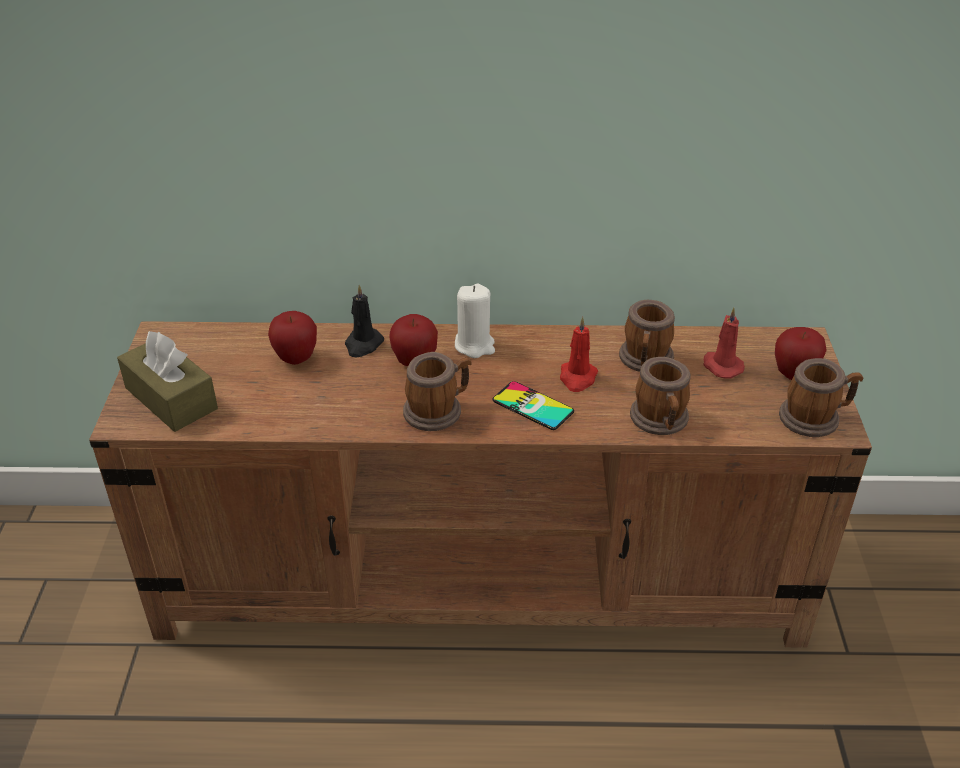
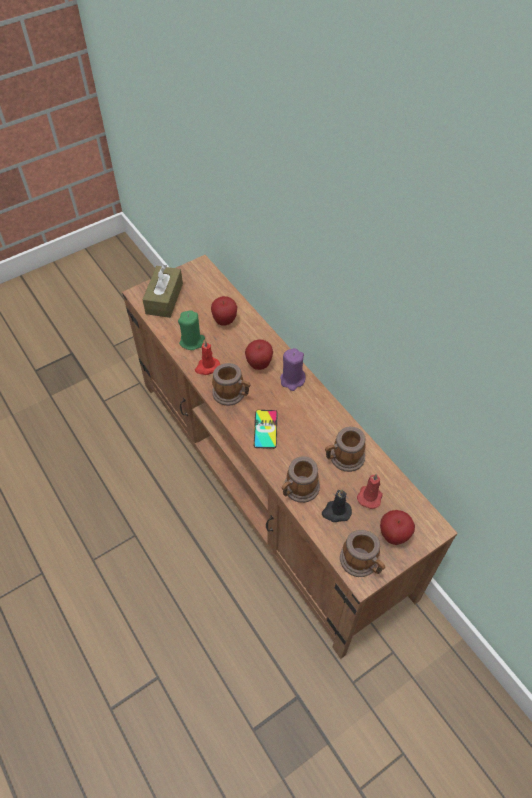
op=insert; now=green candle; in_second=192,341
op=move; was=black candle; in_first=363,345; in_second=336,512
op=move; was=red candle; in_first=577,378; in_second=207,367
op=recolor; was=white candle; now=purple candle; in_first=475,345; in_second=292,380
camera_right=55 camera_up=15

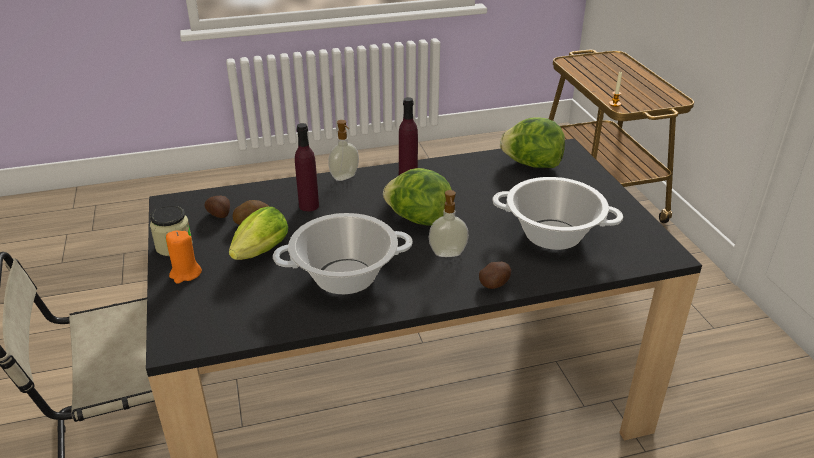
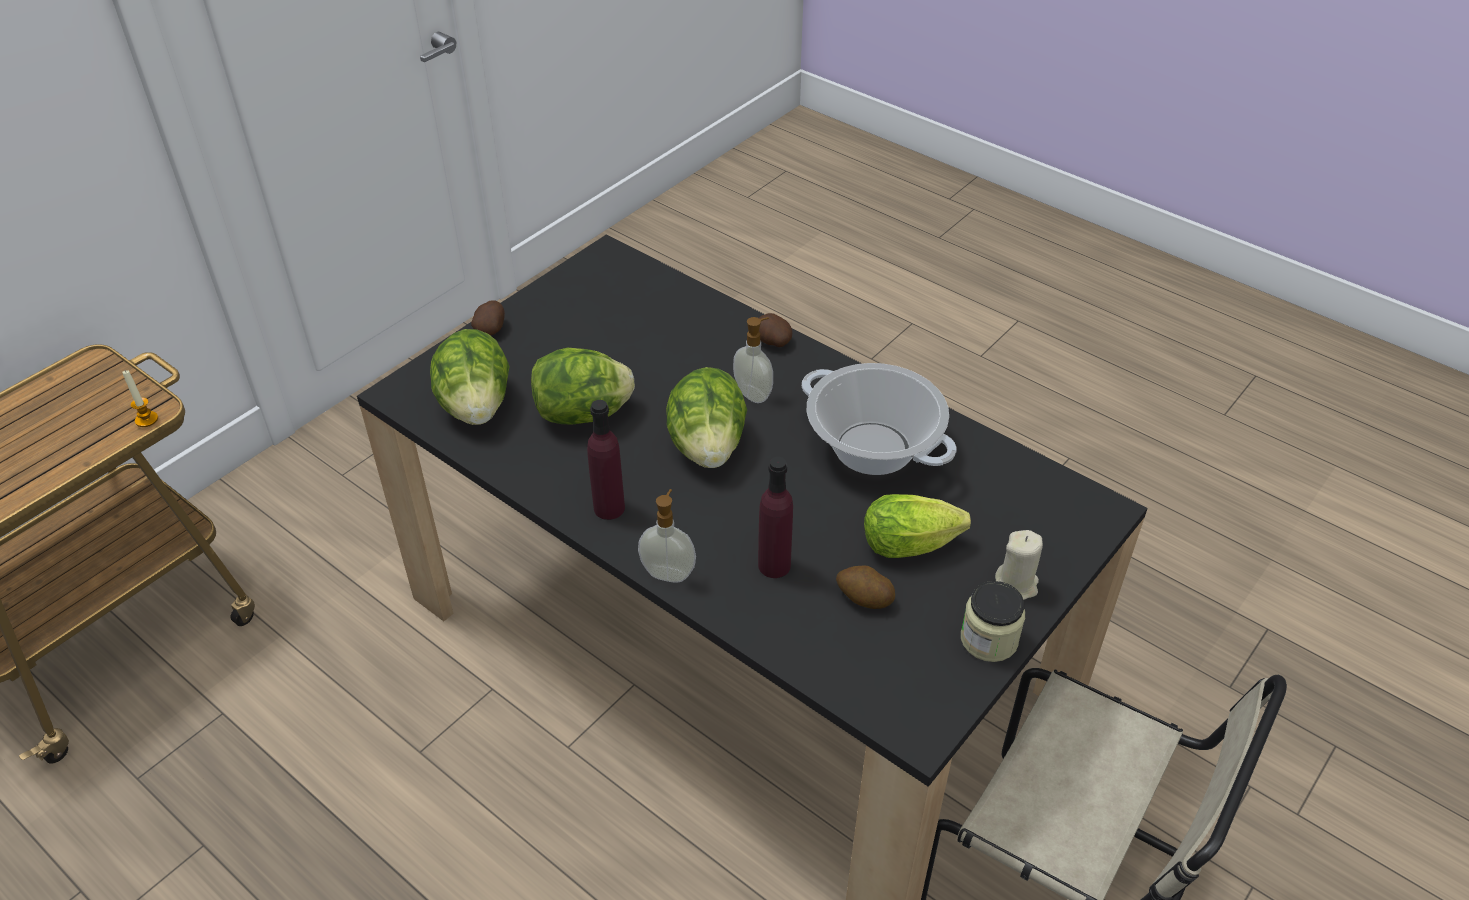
op=delete; was=cooking pot; in_first=552,235
op=insert; now=lettuce; in_second=584,414
op=move; was=potato; in_first=219,215; in_second=491,329
op=recolor; was=orange candle; now=beige candle; in_first=185,274; in_second=1016,585
camera_right=-125 camera_up=10

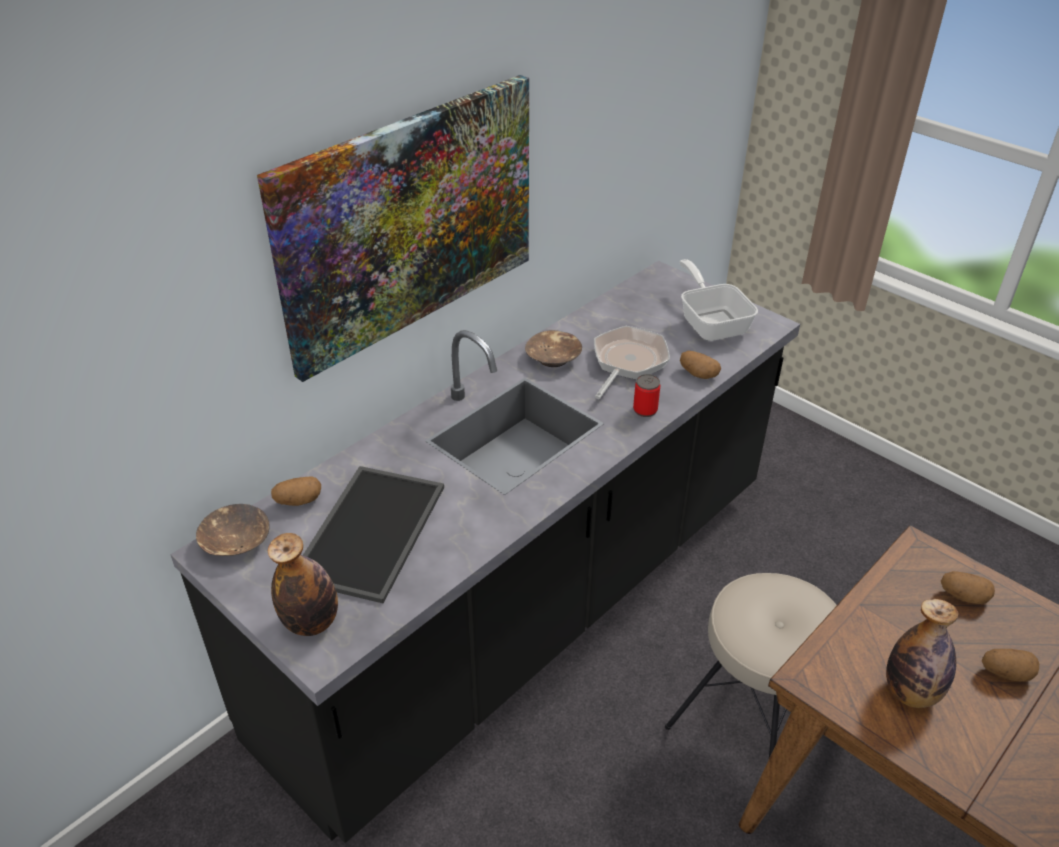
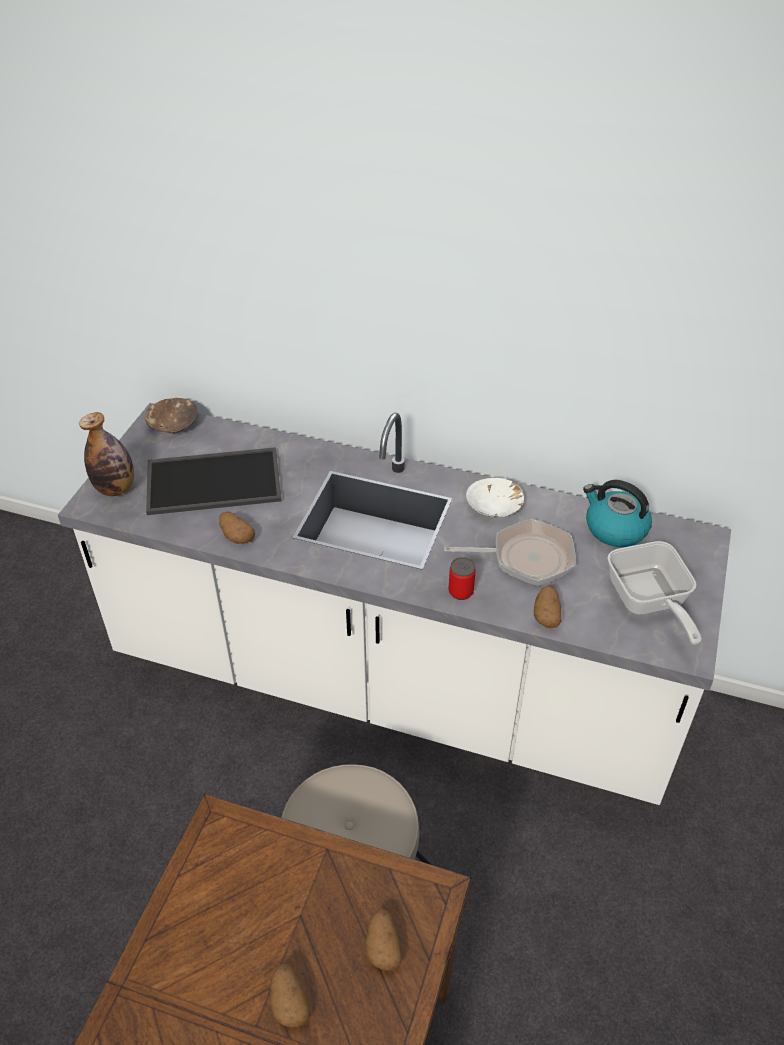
op=delete; was=picture; in_first=409,222
op=delete; was=bottle; in_first=911,692
op=insert; now=kettle; in_second=614,528
op=move; was=potato; in_first=298,501; in_second=236,536
op=recolor; was=black counter; now=white counter; in_first=528,607; in_second=392,681
op=recolor; was=brown bowl; now=white bowl; in_first=554,358; in_second=494,507
op=rotate; was=frying pan; in_first=711,322; in_second=648,602; clockwise=120
camera_right=65 camera_up=5

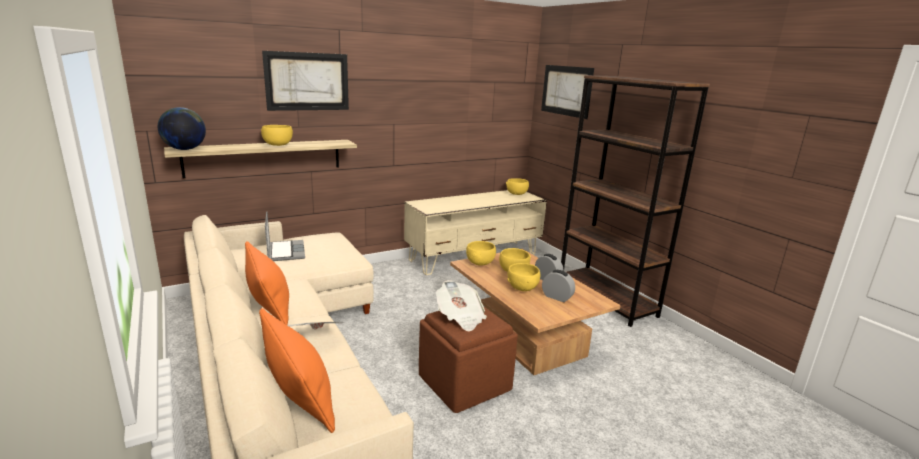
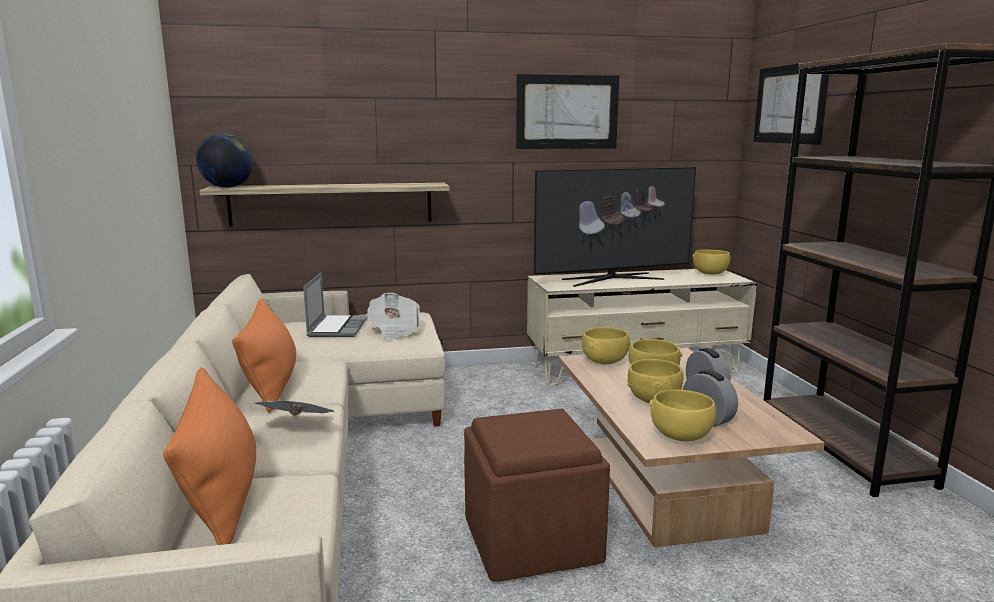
op=insert; now=television; in_second=612,279
op=move; was=yellow bowl; in_first=278,145; in_second=681,436
op=move; was=picture; in_first=307,81; in_second=567,112
op=move; was=newspaper; in_first=460,317; in_second=394,331
camera_right=20 camera_up=-5

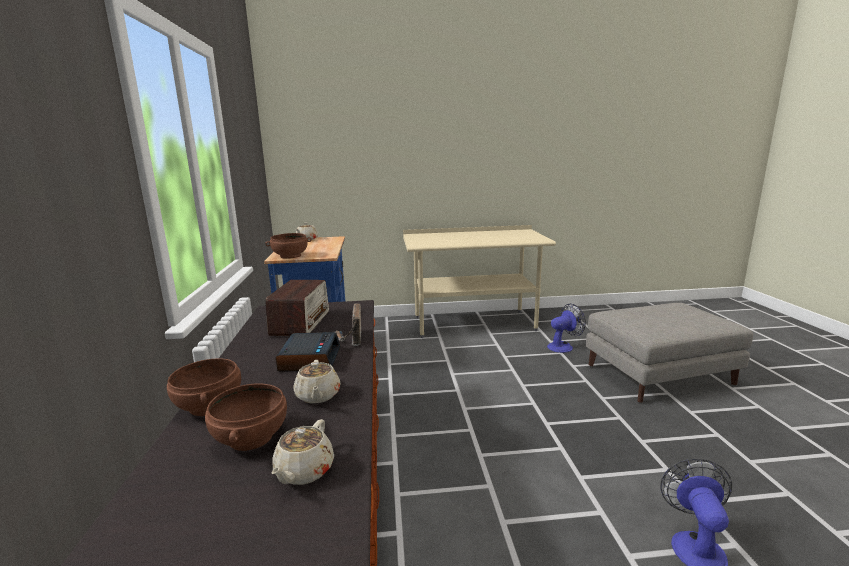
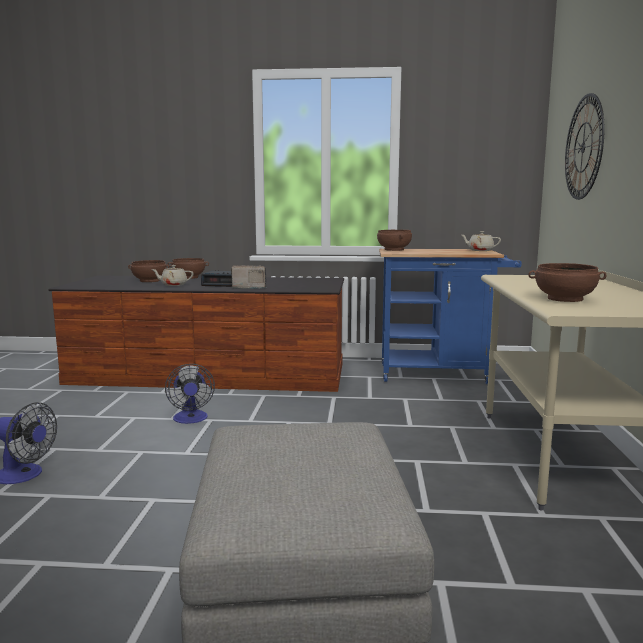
op=delete; was=radio; in_first=301,322
op=delete; was=beige teapot; in_first=303,471
op=insert; now=brown bowl; in_second=564,299
op=insert; now=wall clock; in_second=583,147
op=move; was=fan; in_first=563,346; in_second=191,419
camera_right=100 camera_up=-5

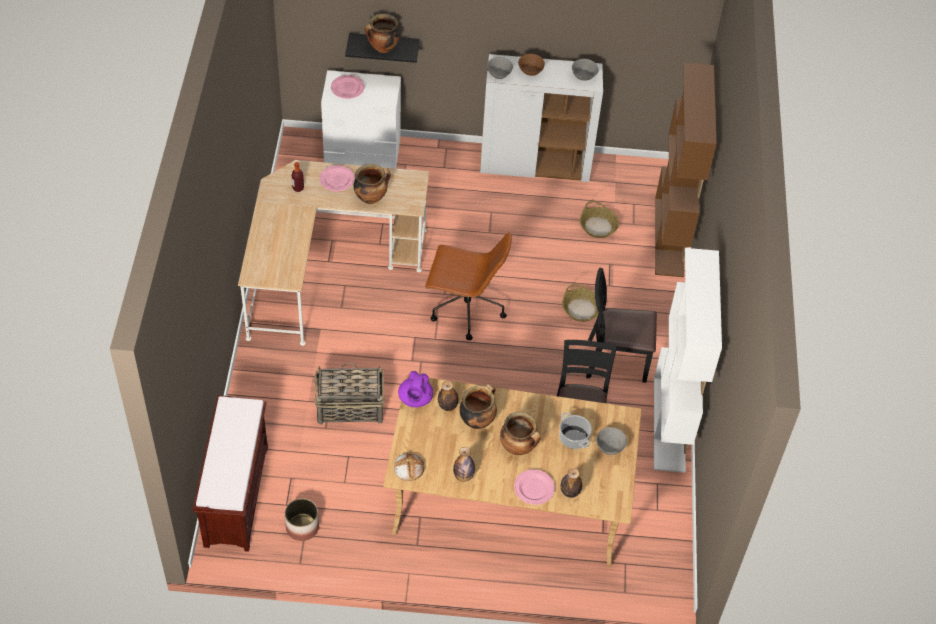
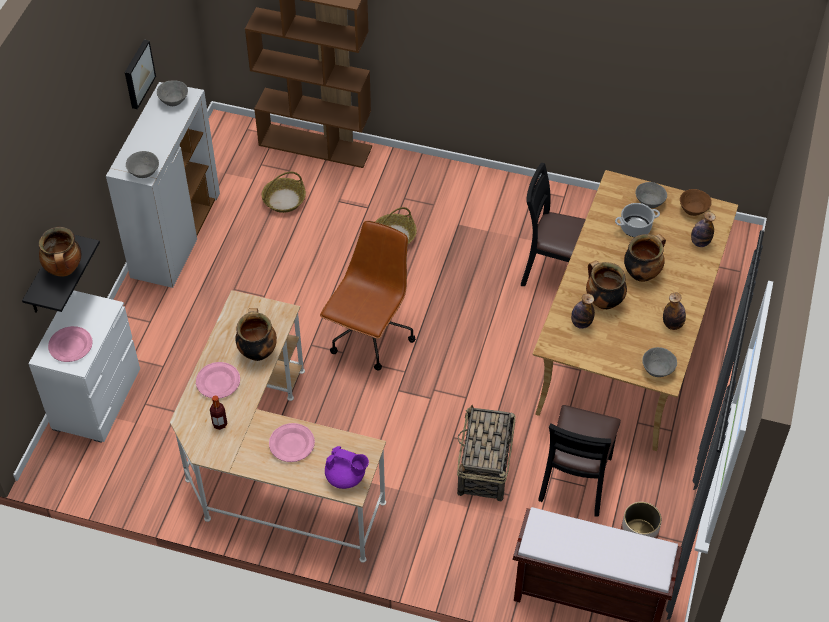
op=delete; was=white bookcase; in_first=670,424
op=insert; now=picture; in_second=138,73
op=move; was=purple teapot; in_first=415,399; in_second=346,477
op=move; was=pink plate; in_first=534,488; in_second=291,444
op=move; was=brown bowl; in_first=530,71; in_second=693,209
op=move; was=black chair; in_first=615,360; in_second=576,480
op=replace; was=bread; now=grey bowl; in_first=408,468; in_second=657,370
camera_right=-75 camera_up=0

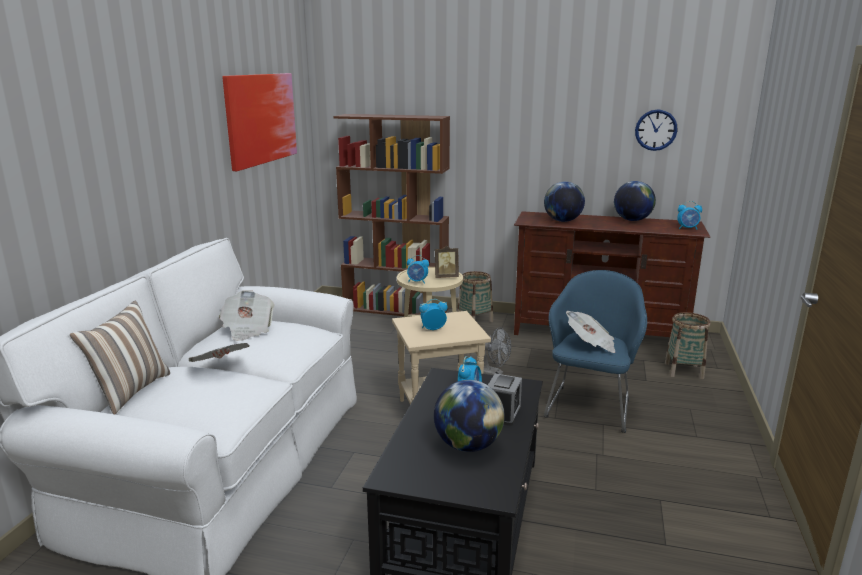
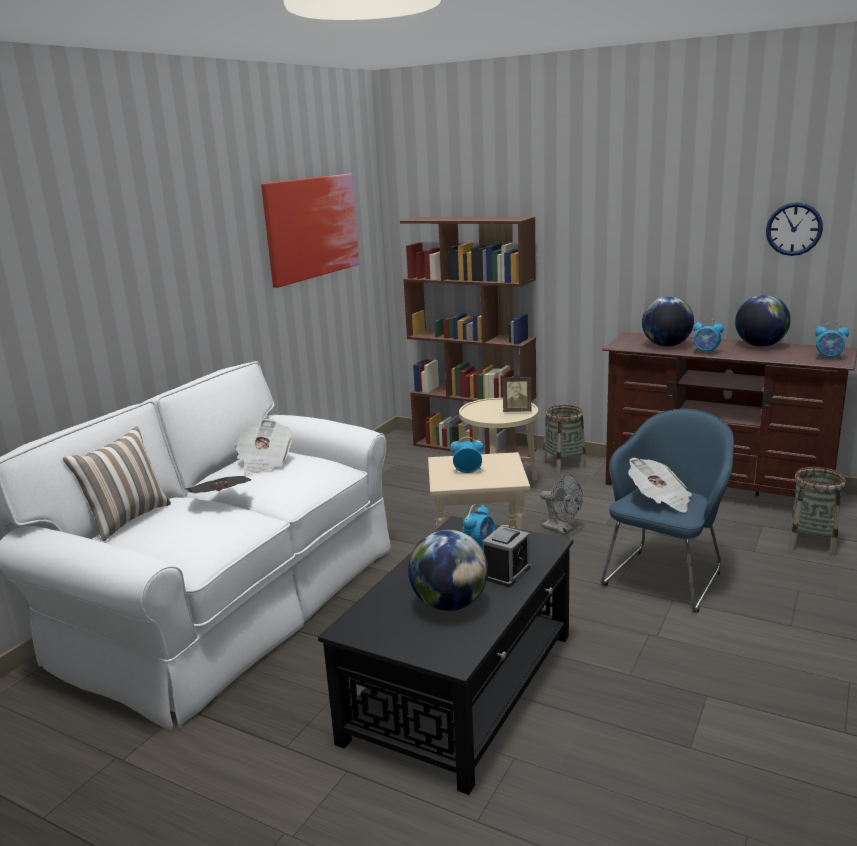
op=move; was=alarm clock; in_first=417,282; in_second=706,352
camera_right=15 camera_up=0

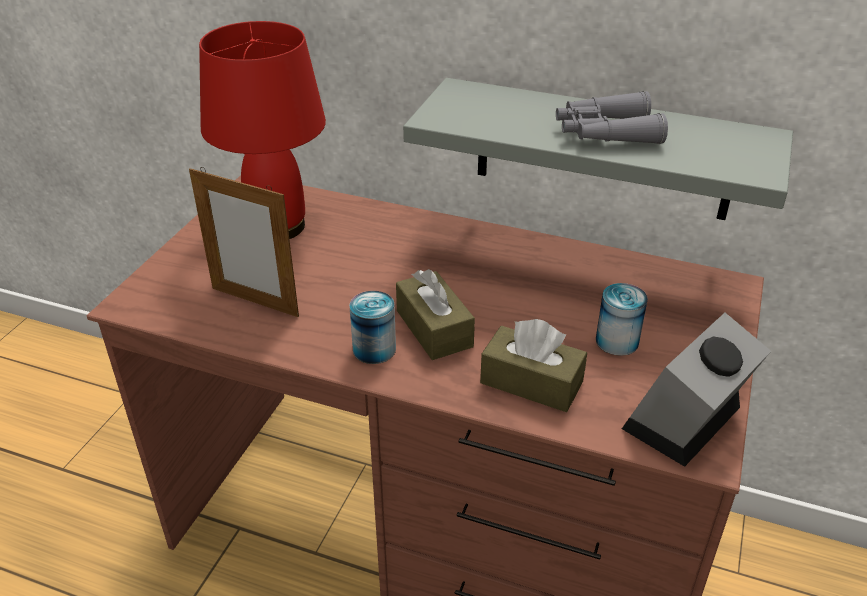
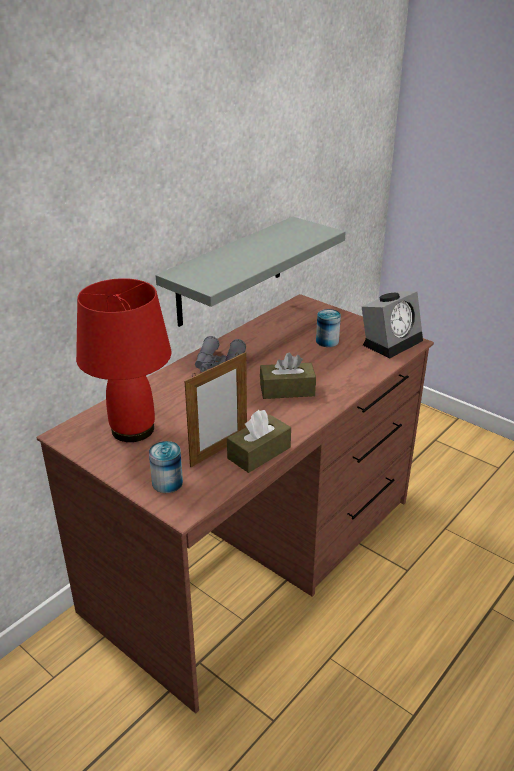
op=move; was=can; in_first=374,349; in_second=167,482
op=move; was=brown tissue box; in_first=531,382; in_second=259,453
op=move; was=grey binoculars; in_first=605,132; in_second=218,364
op=rotate; was=alarm clock; in_first=685,423; in_second=391,341; clockwise=-105
camera_right=-70 camera_up=-5

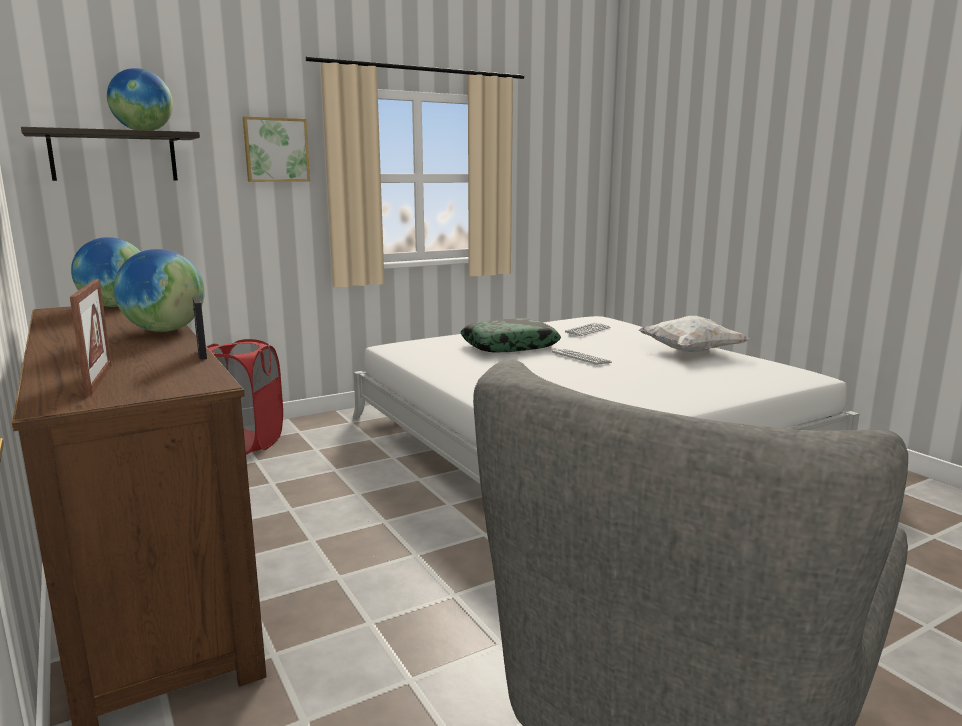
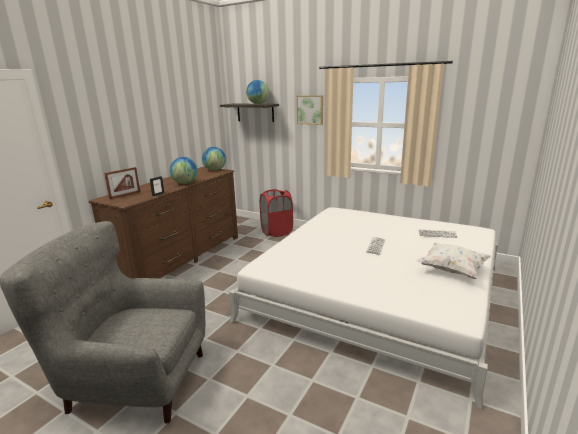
op=delete; was=pillow; in_first=509,346
camera_right=60 camera_up=5

